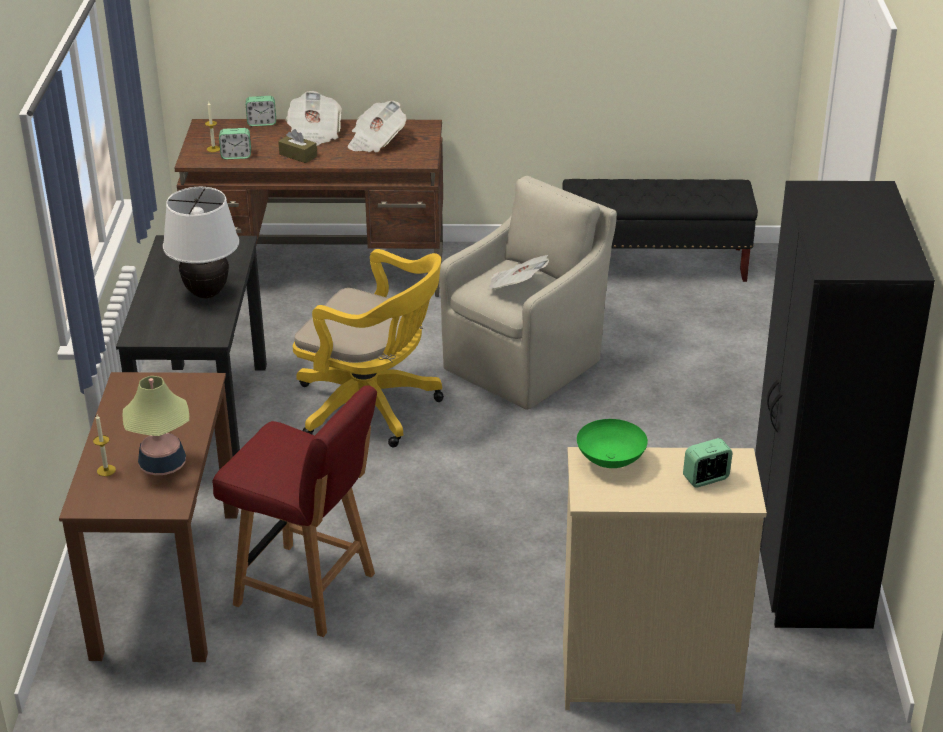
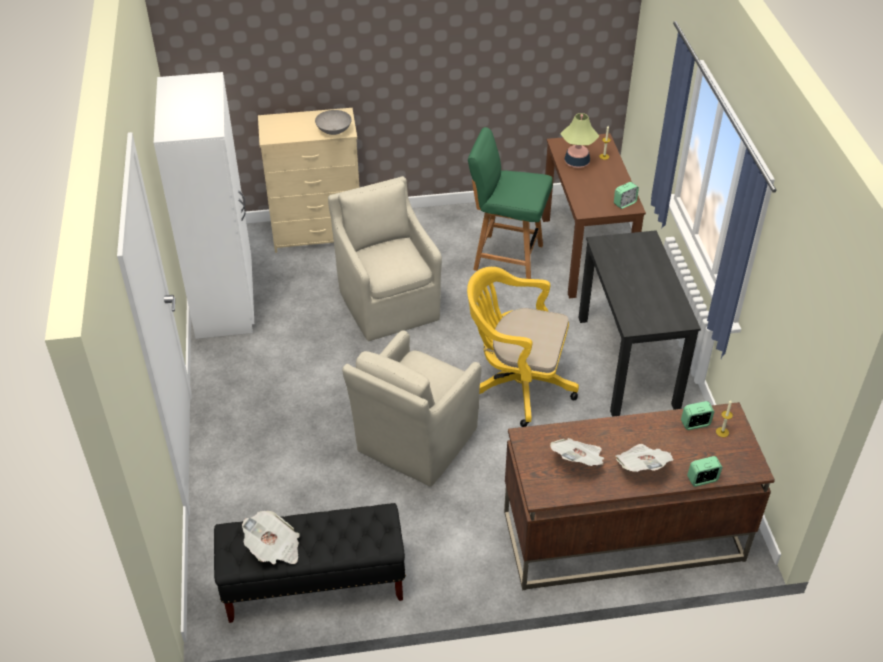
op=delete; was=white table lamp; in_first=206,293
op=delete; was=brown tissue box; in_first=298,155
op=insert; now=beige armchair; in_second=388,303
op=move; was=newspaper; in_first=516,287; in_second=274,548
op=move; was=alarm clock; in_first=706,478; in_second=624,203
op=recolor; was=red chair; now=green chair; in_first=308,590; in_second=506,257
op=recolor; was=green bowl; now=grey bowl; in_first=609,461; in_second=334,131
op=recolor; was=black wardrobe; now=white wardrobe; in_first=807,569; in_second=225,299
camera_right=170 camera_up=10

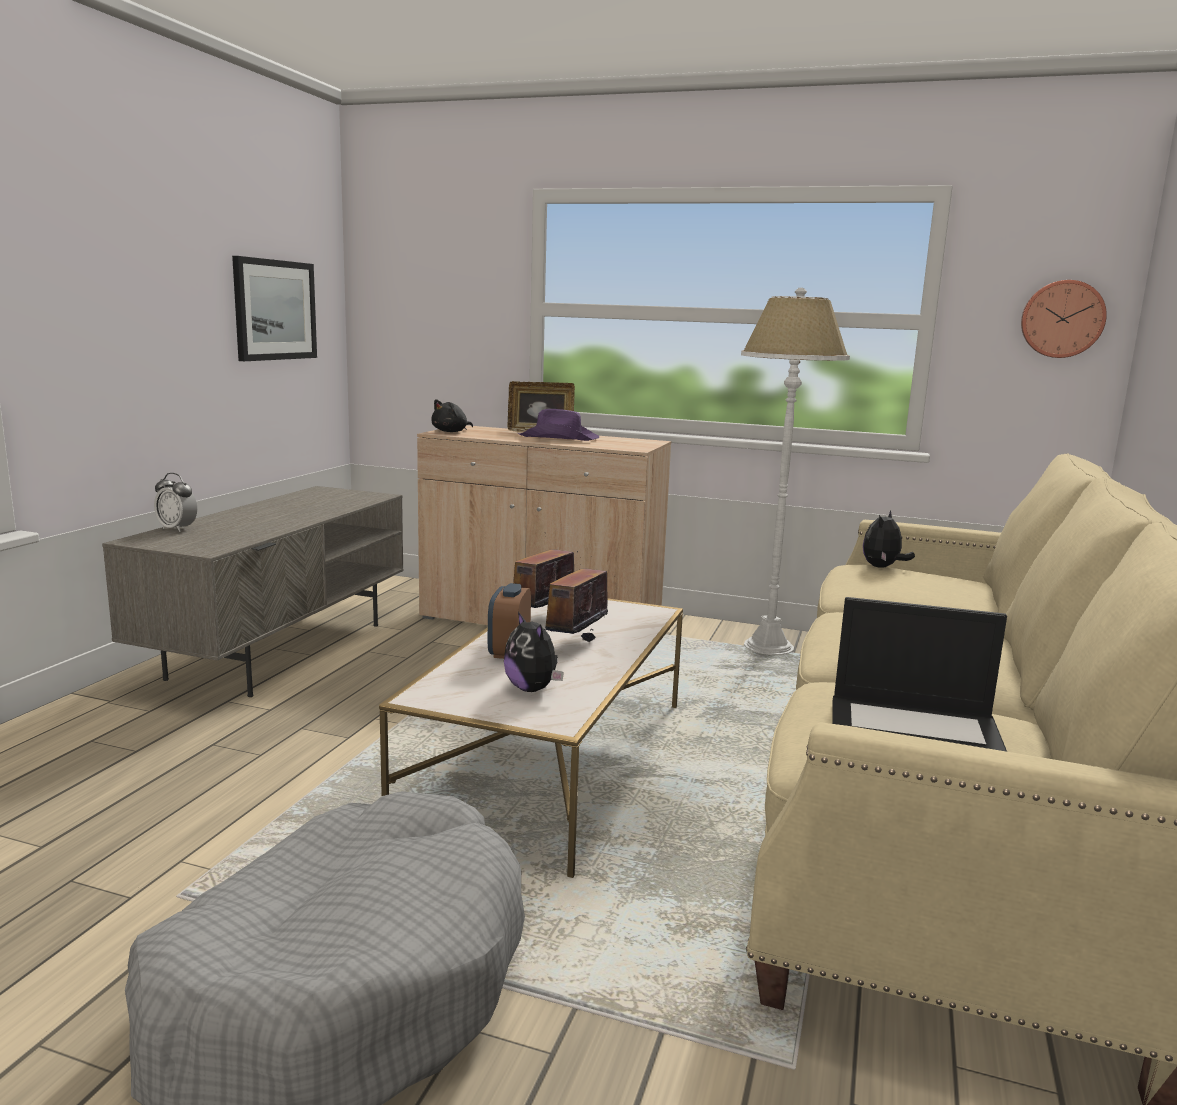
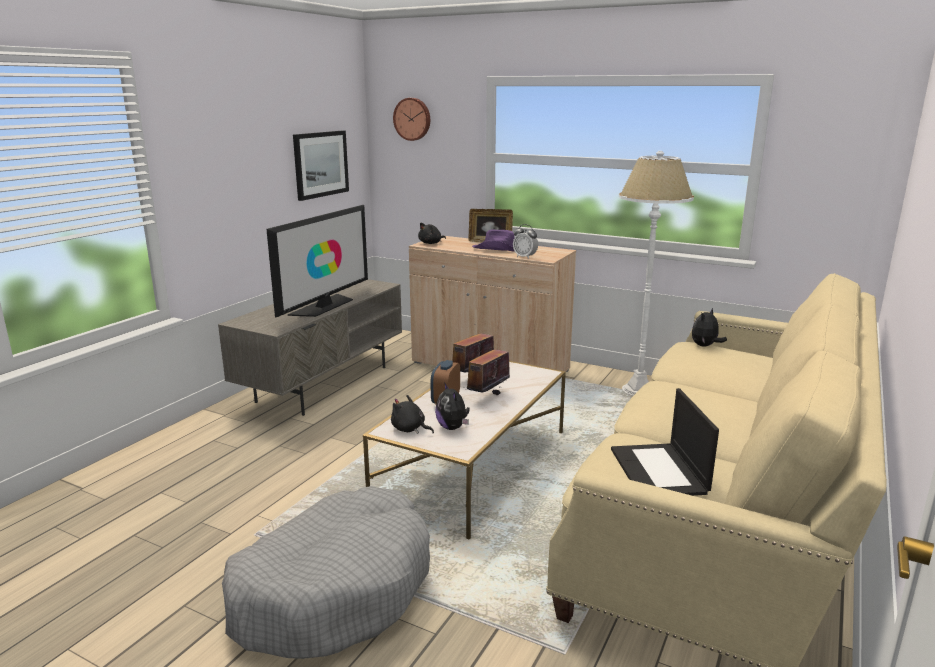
op=insert; now=television; in_second=324,306
op=insert; now=black plush toy; in_second=410,429
op=move; was=alarm clock; in_first=177,529; in_second=525,257
op=move; was=wall clock; in_first=1062,319; in_second=412,119
op=rotate; was=laptop; in_first=916,731; in_second=659,471; clockwise=60
camera_right=10 camera_up=5

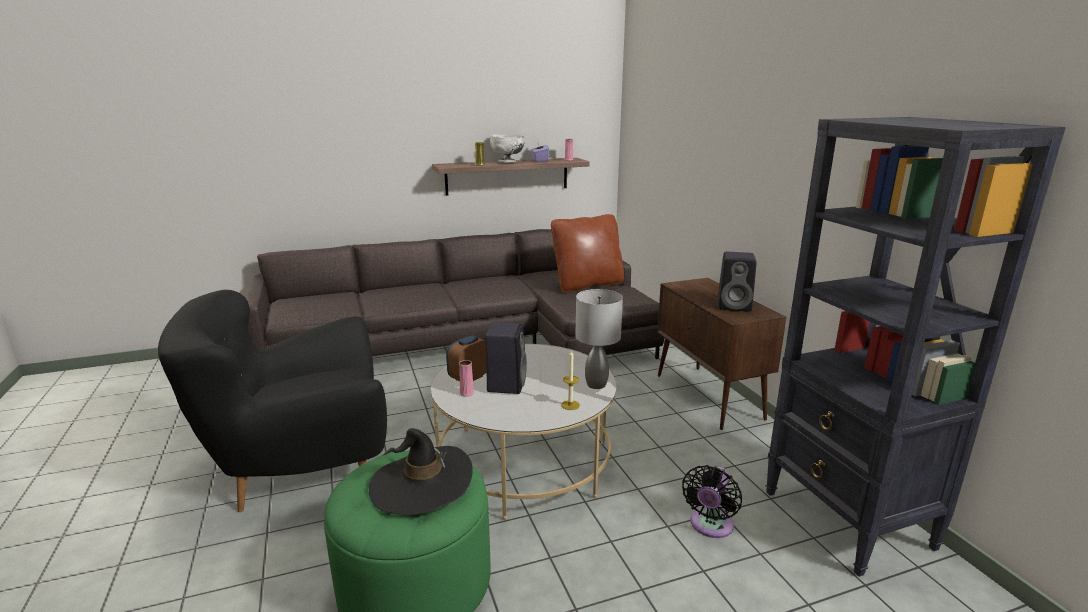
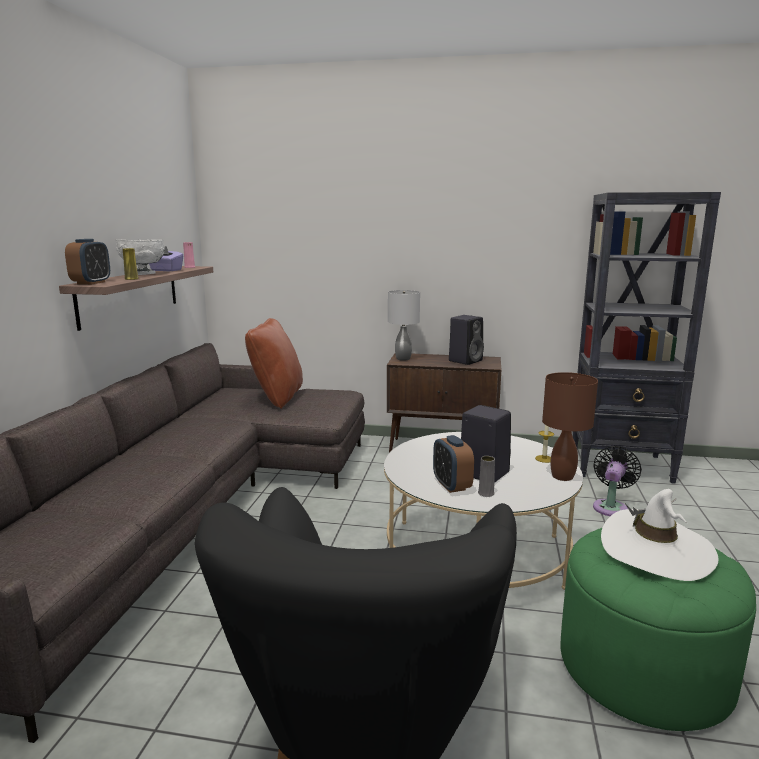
op=insert; now=alarm clock; in_second=91,283
op=insert; now=brown table lamp; in_second=561,476
op=move; was=grey table lamp; in_first=597,384; in_second=403,358
op=recolor; was=black hat; now=white hat; in_first=421,484; in_second=656,550
op=recolor; was=pink vase; now=grey vase; in_first=466,393; in_second=486,493
op=rotate; was=black fan; in_first=710,526; in_second=611,507; clockwise=-120
camera_right=-60 camera_up=-5

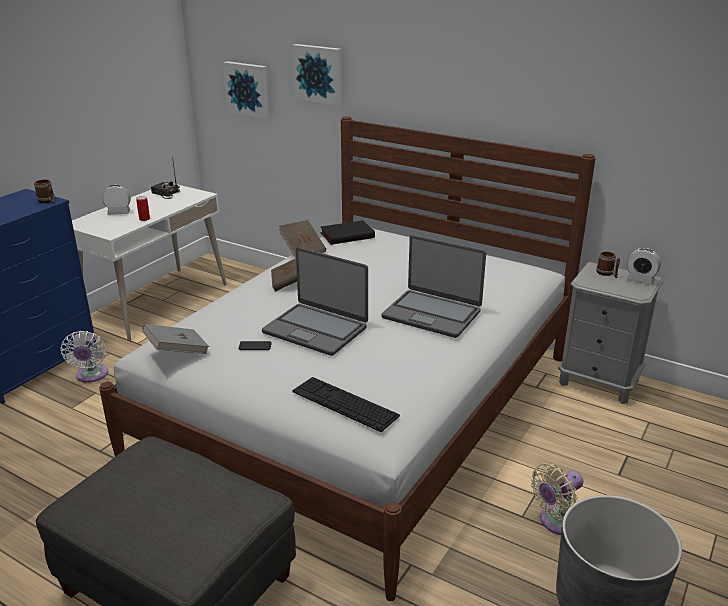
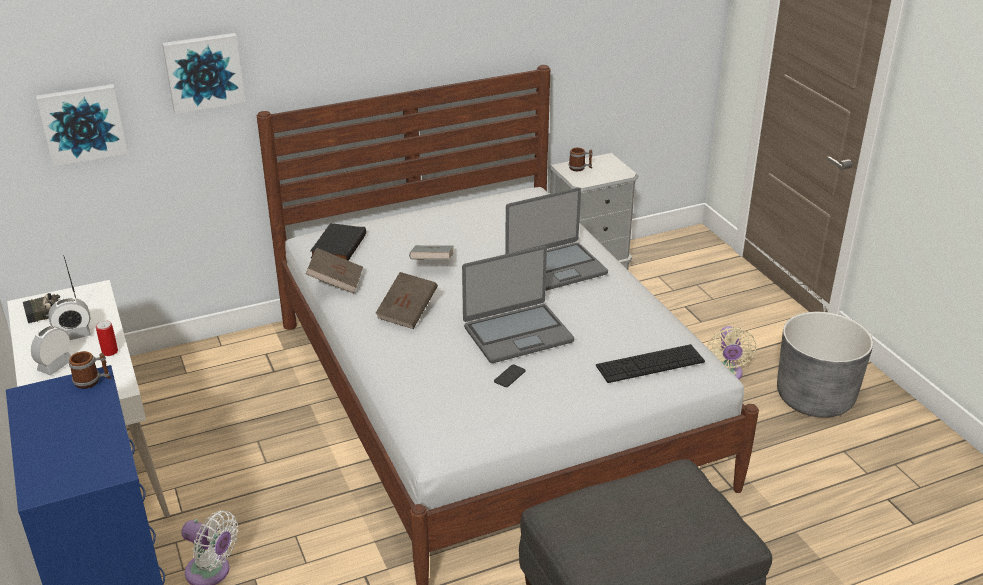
op=move; was=grey book; in_first=177,351; in_second=432,264
op=move; was=alarm clock; in_first=640,280; in_second=74,335
camera_right=-55 camera_up=5

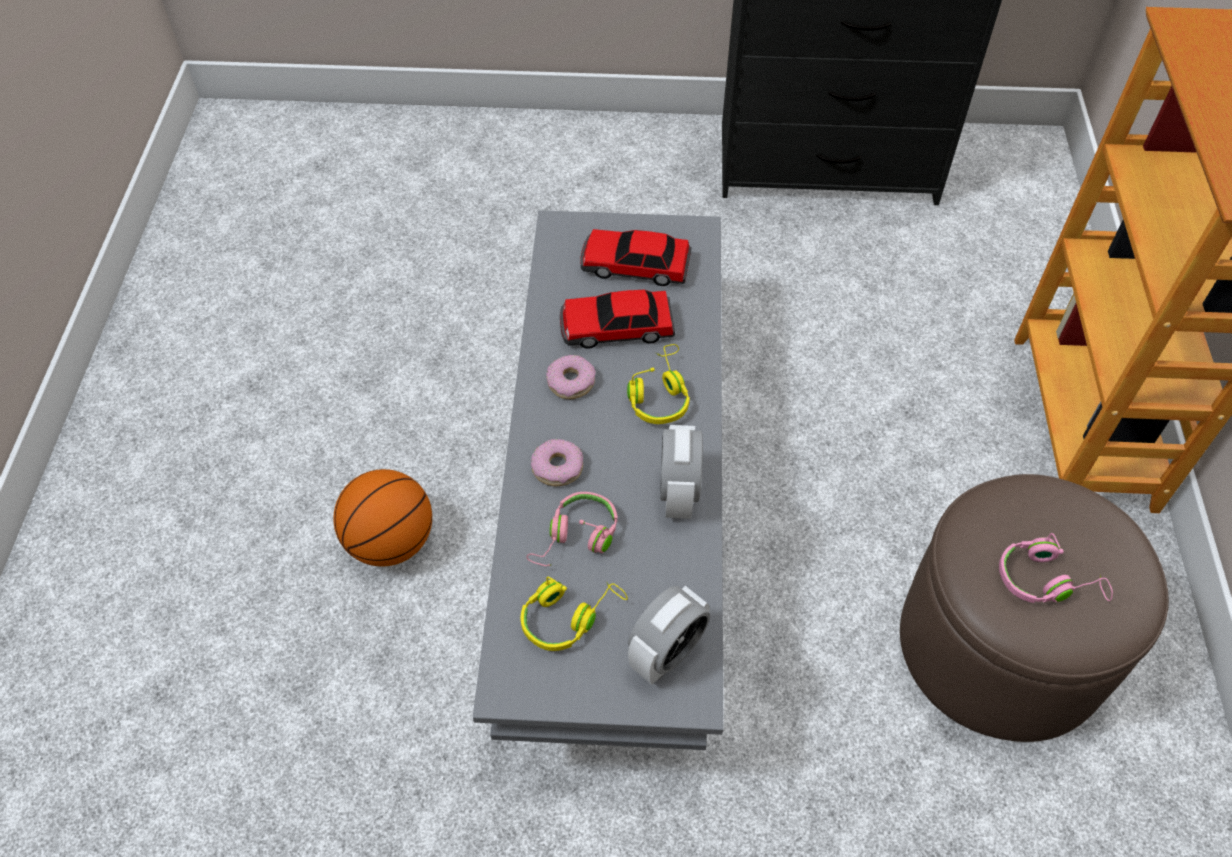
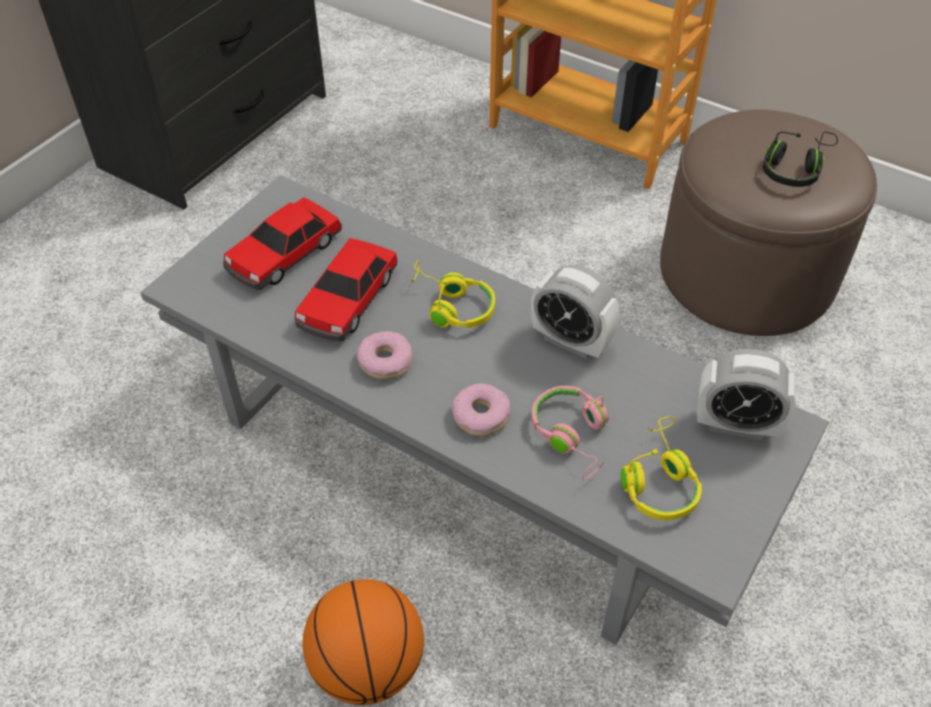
op=recolor; was=pink headphones; now=black headphones; in_first=1045,580; in_second=795,168
op=rotate; was=alarm clock; in_first=667,653; in_second=736,425; clockwise=120
camera_right=-60 camera_up=-5

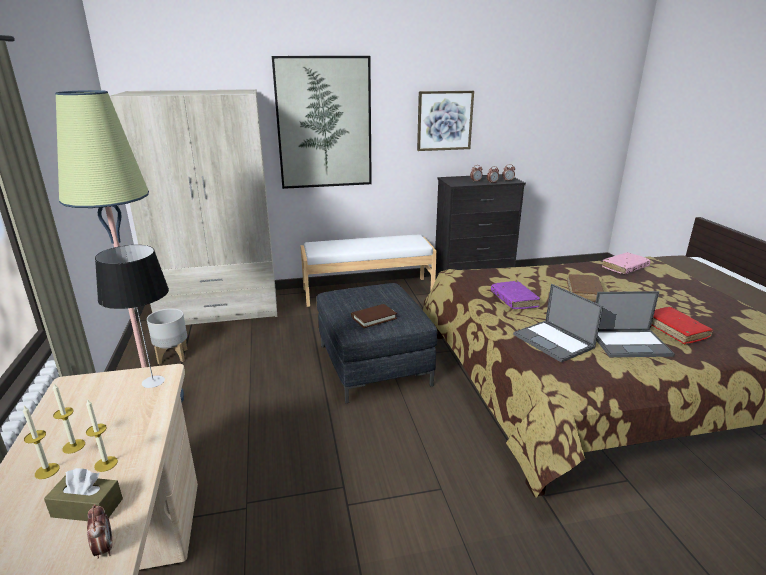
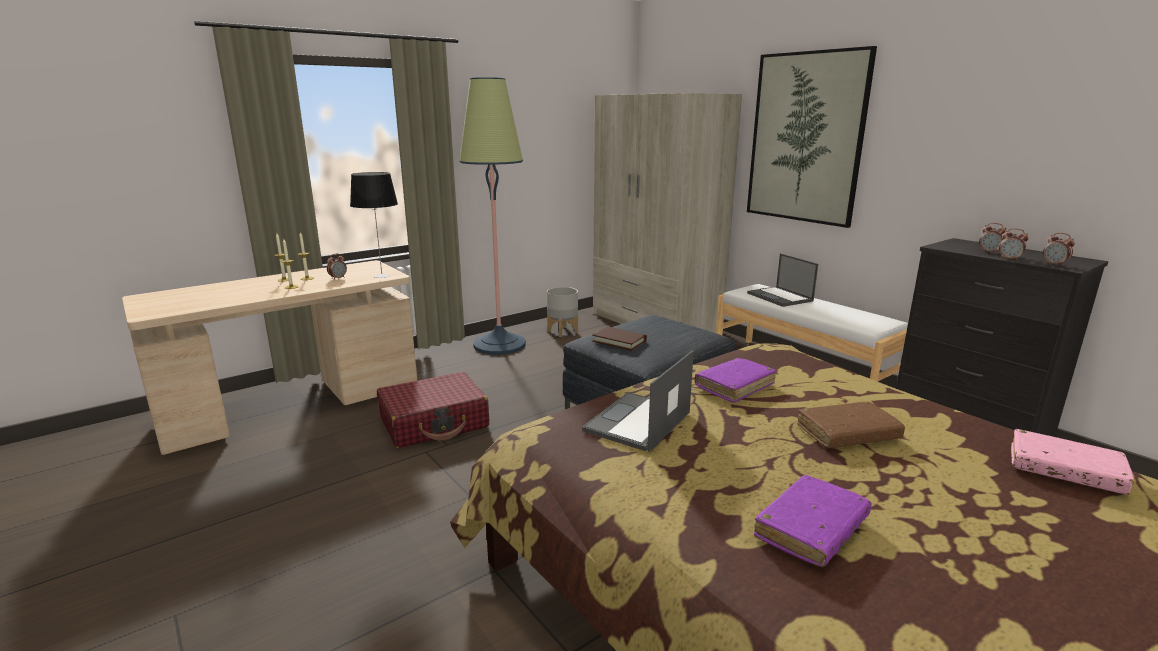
op=delete; was=brown tissue box; in_first=87,508
op=delete; was=picture; in_first=444,120
op=insert; now=red suitcase; in_second=434,423
op=move; was=alarm clock; in_first=104,548; in_second=338,278
op=move; was=laptop; in_first=630,343; in_second=780,297
op=recolor; was=red book; now=purple book; in_first=675,330; in_second=811,529
camera_right=65 camera_up=-5

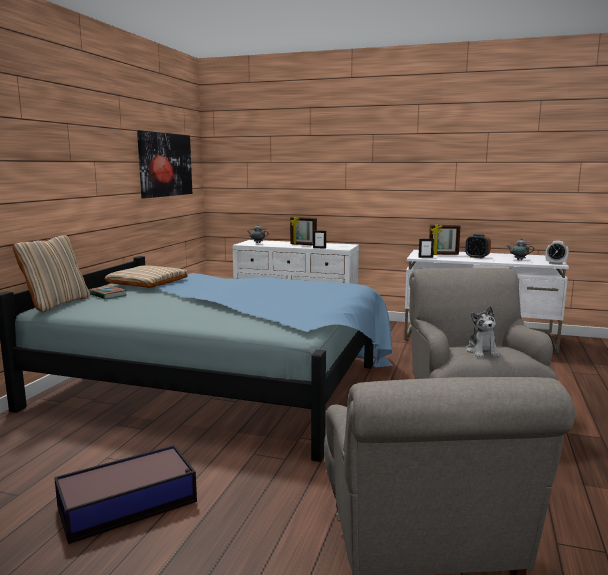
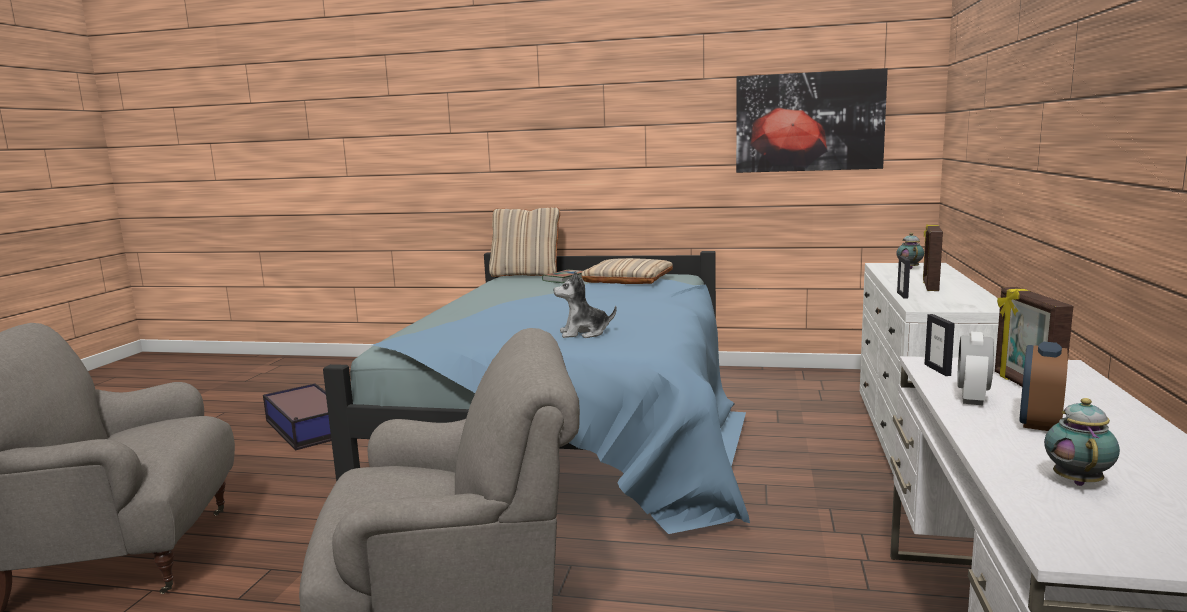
op=move; was=plush toy; in_first=482,352; in_second=584,333
op=move; was=alarm clock; in_first=555,263; in_second=972,398
camera_right=85 camera_up=0

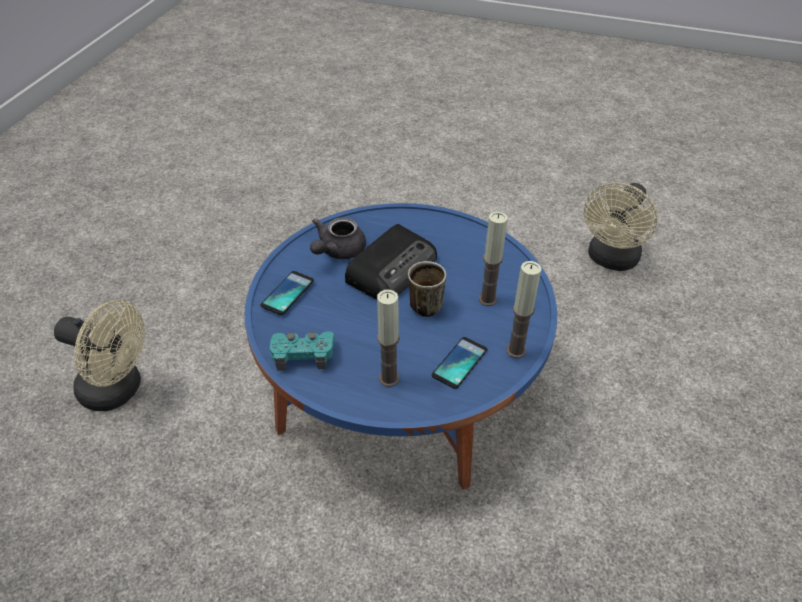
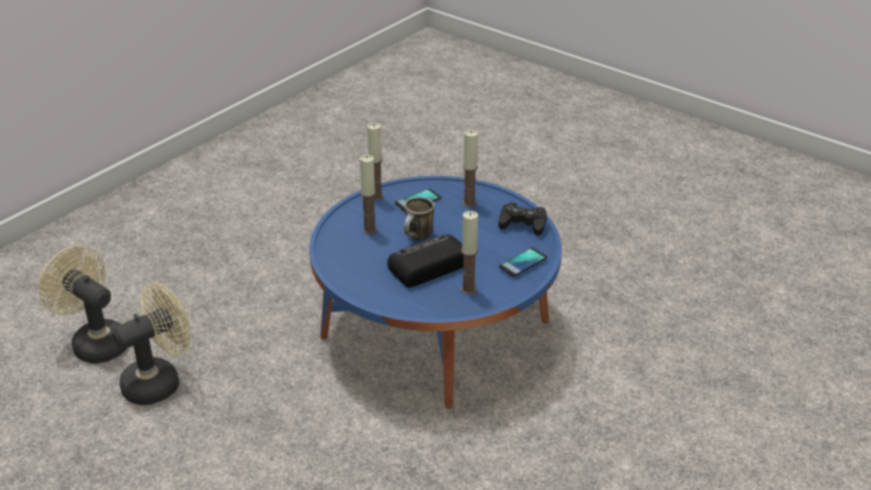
op=move; was=beige fan; in_first=119,390; in_second=95,342
op=replace; was=grey teapot; now=candle; in_first=338,251; in_second=468,289
op=recolor; was=turquoise game controller; now=black game controller; in_first=303,354; in_second=523,224
camera_right=-160 camera_up=-10

